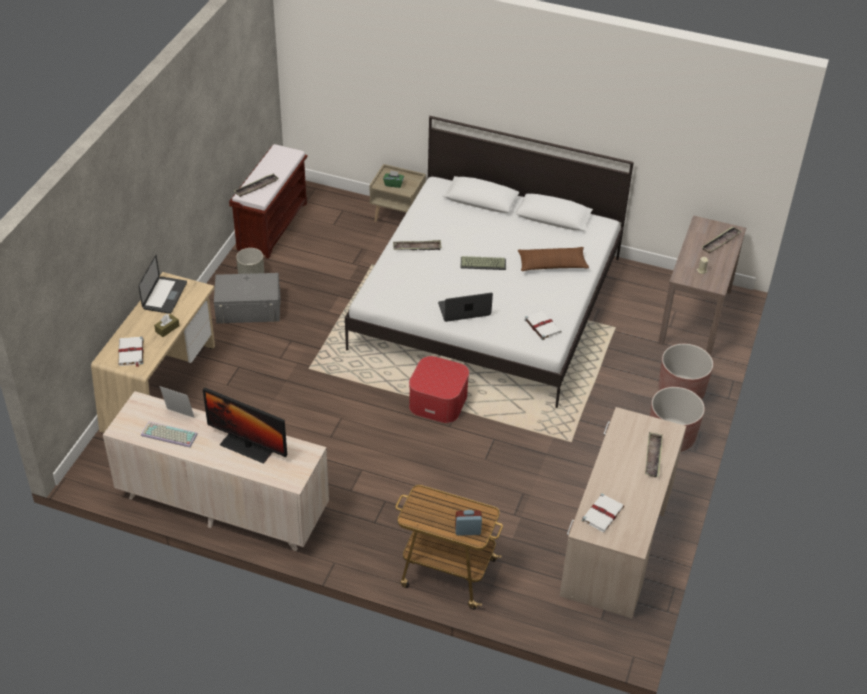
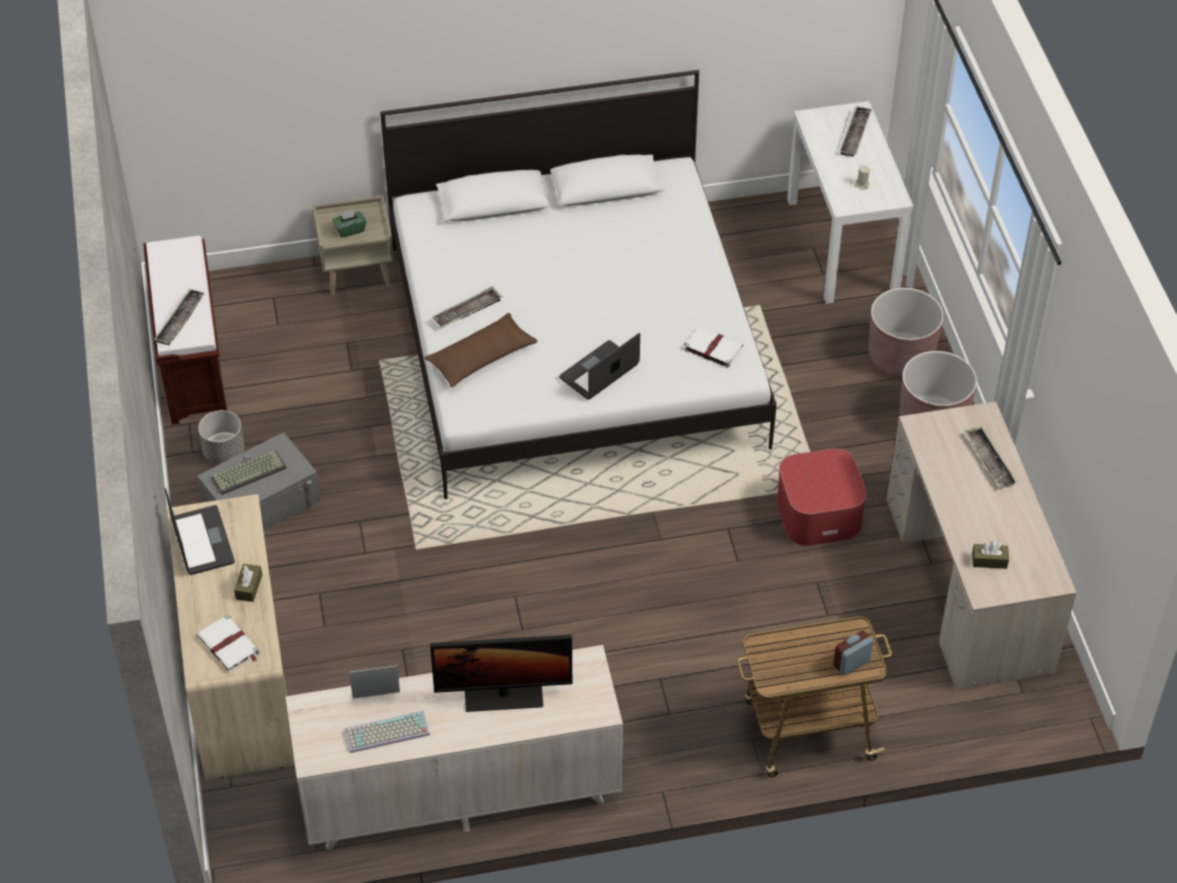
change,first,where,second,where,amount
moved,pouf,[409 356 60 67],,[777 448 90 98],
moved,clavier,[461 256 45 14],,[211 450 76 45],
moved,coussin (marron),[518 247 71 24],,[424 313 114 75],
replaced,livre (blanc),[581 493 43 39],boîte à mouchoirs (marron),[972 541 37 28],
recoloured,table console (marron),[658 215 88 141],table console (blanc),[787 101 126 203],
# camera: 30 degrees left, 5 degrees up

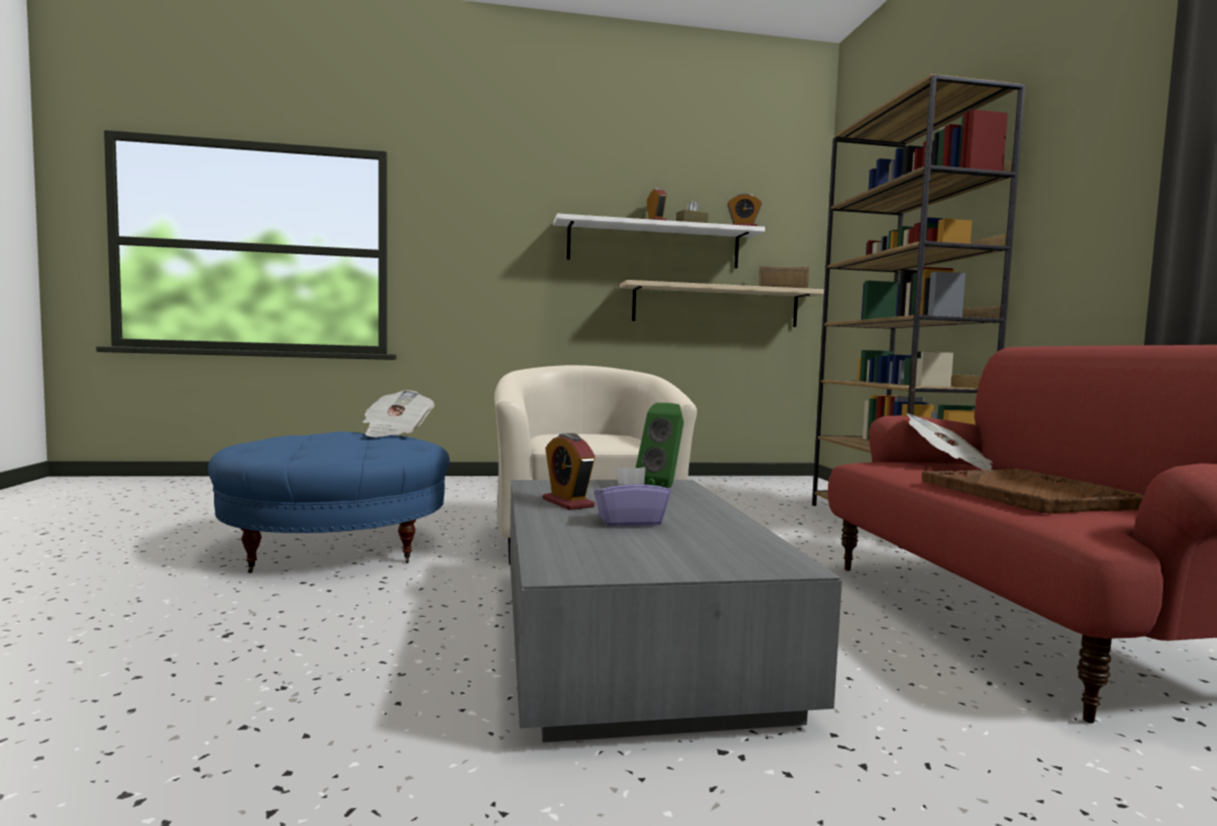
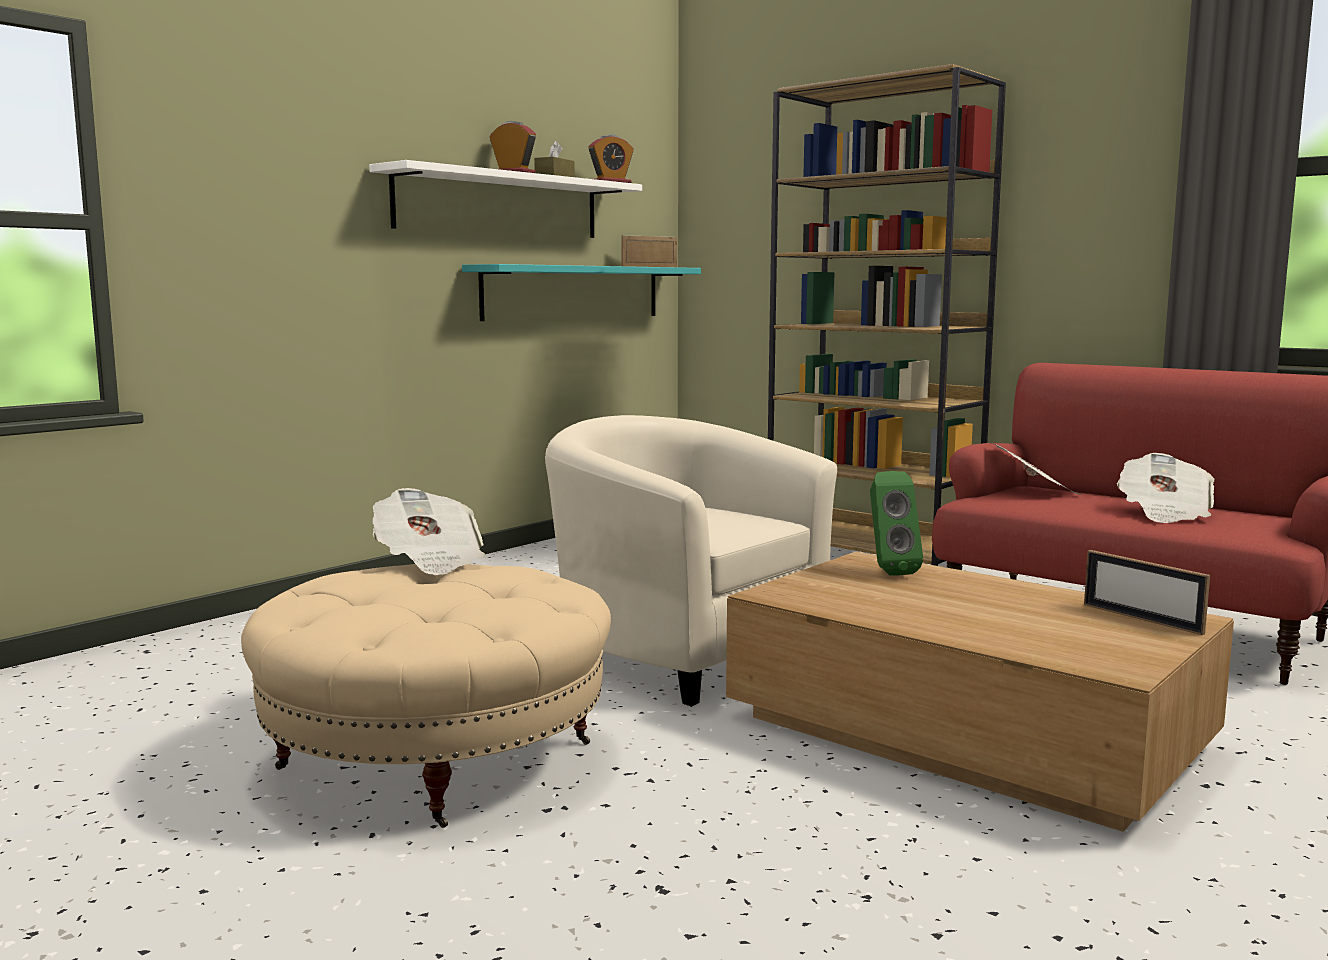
change,first,where,second,where,amount
removed,réveil,[543 433 52 77],,,
removed,boîte à mouchoirs (violet),[594 467 76 60],,,
added,,,cadre photo,[1084 550 126 85],
replaced,plateau (marron),[922 468 223 45],journal,[1117 453 97 70],
recoloured,pouf (bleu),[208 431 242 142],pouf (beige),[241 564 370 264],
recoloured,table basse (gris),[510 480 332 262],table basse (marron),[726 552 508 280],
recoloured,étagère (beige),[620 280 204 47],étagère (turquoise),[462 264 239 57],
# camera: 40 degrees left, 5 degrees up

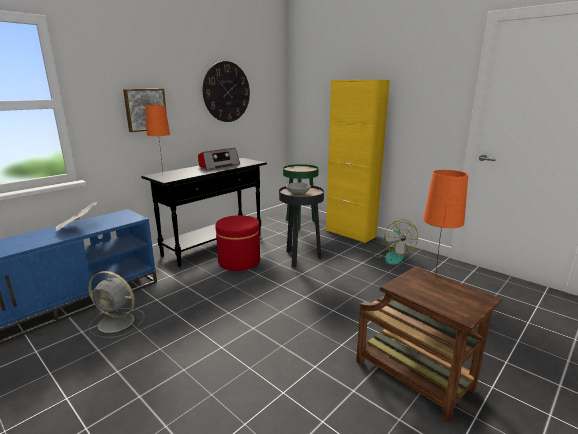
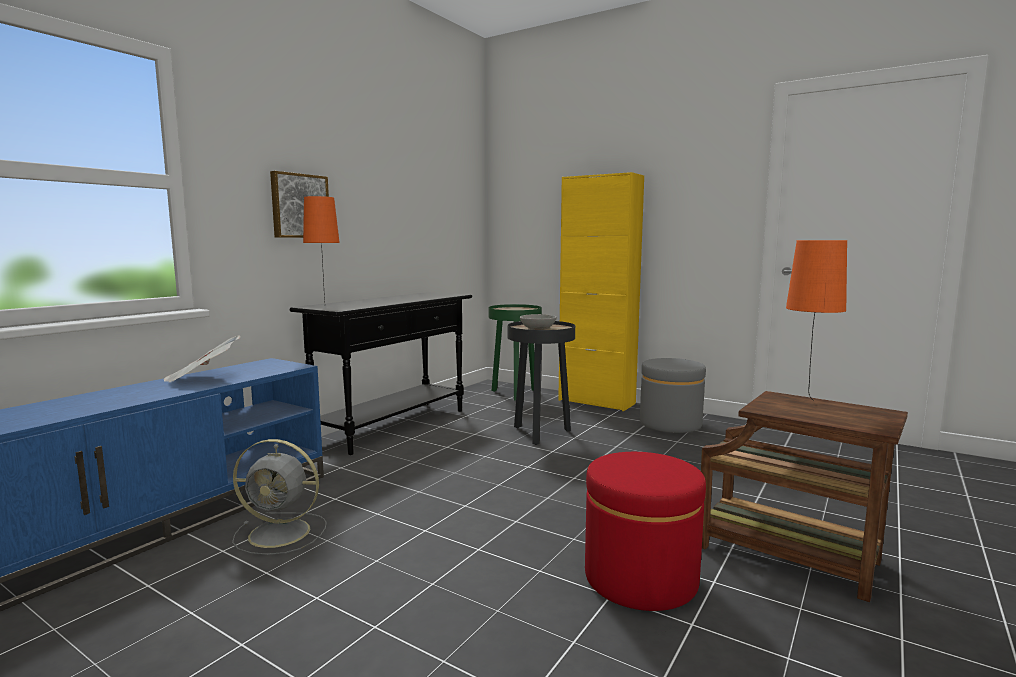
change,first,where,second,where,amount
removed,radio,[198 148 42 21],,,
removed,horloge murale,[203 61 47 61],,,
moved,pouf (rouge),[215 215 45 56],,[585 452 121 159],
replaced,ventilateur,[370 220 48 45],pouf (gris),[640 358 66 75],
# camera: 10 degrees left, 10 degrees down

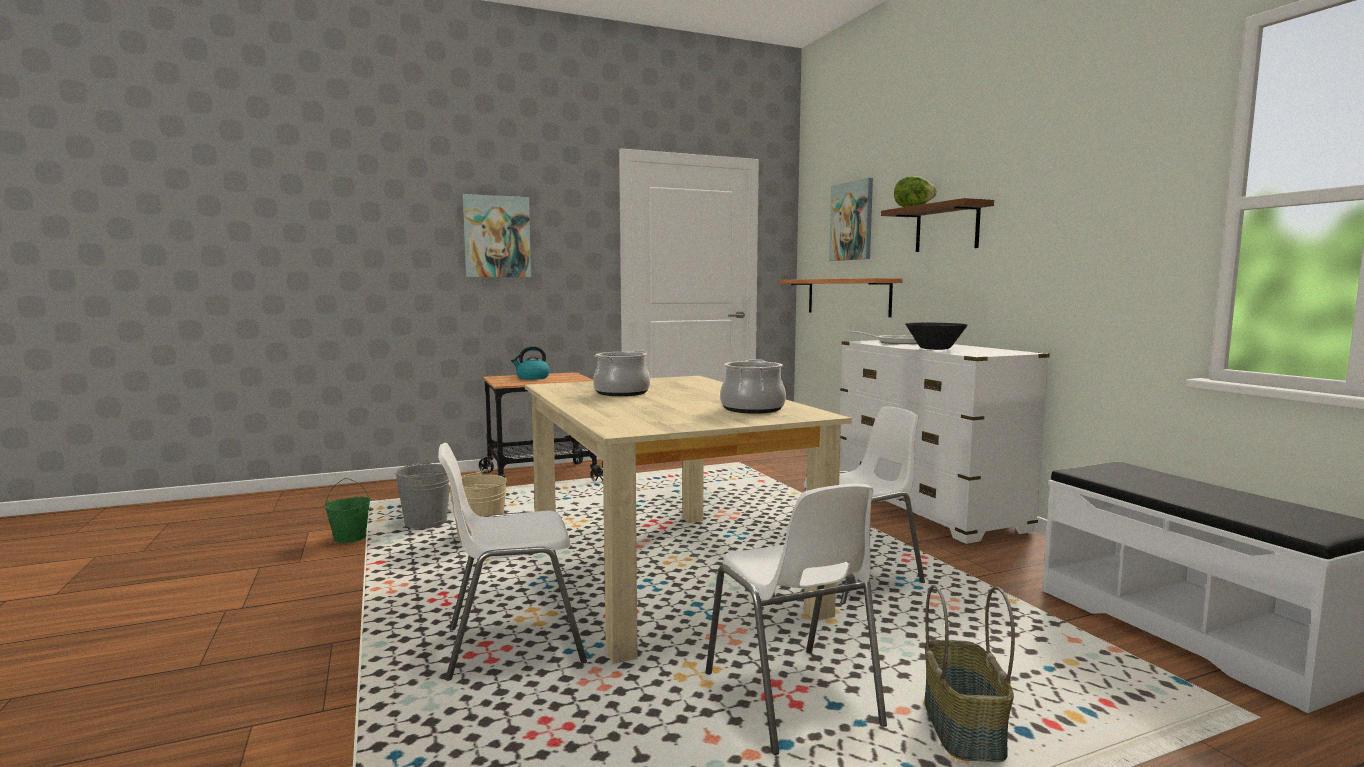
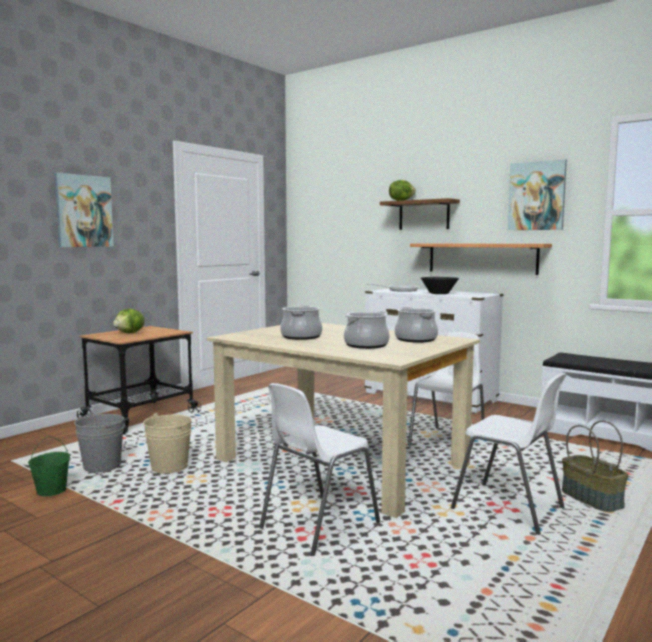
change,first,where,second,where,amount
added,,,marmite,[344 311 45 38],
moved,étagère,[780 278 122 39],,[410 243 142 32],
moved,tableau,[829 178 44 83],,[508 159 59 71],
replaced,bouilloire,[511 346 39 34],laitue,[113 309 32 24],
# camera: 30 degrees left, 0 degrees up

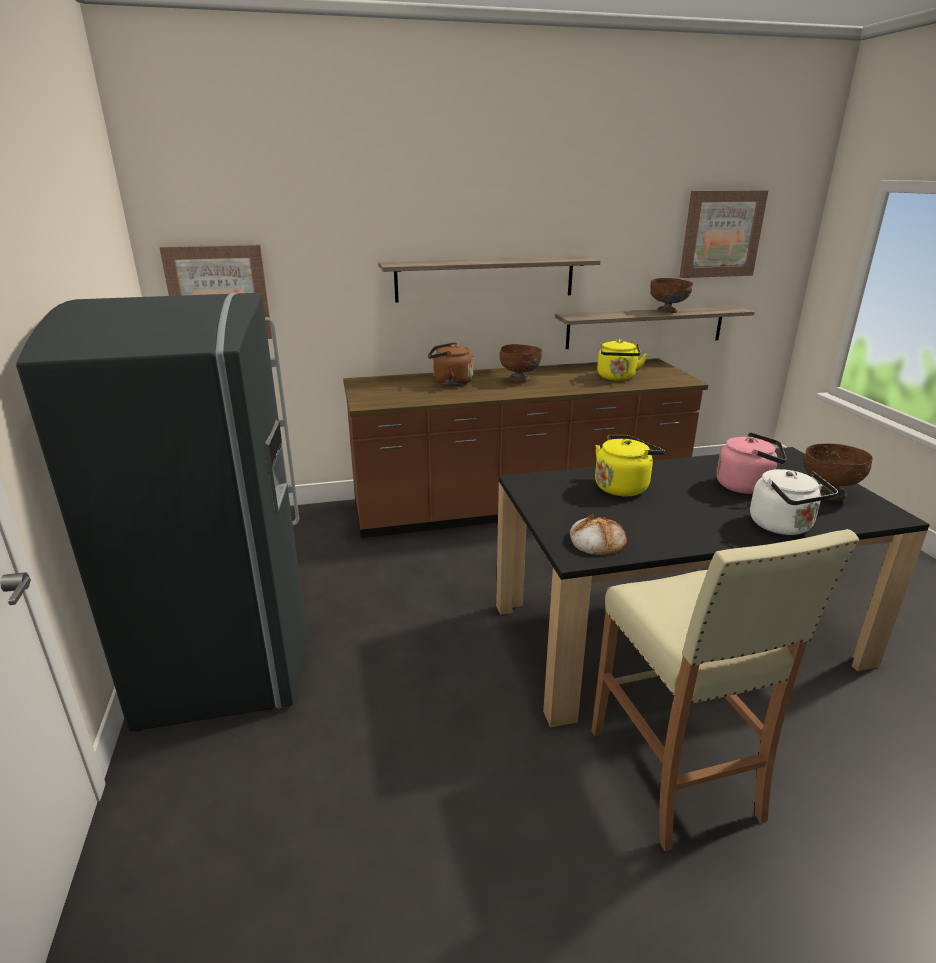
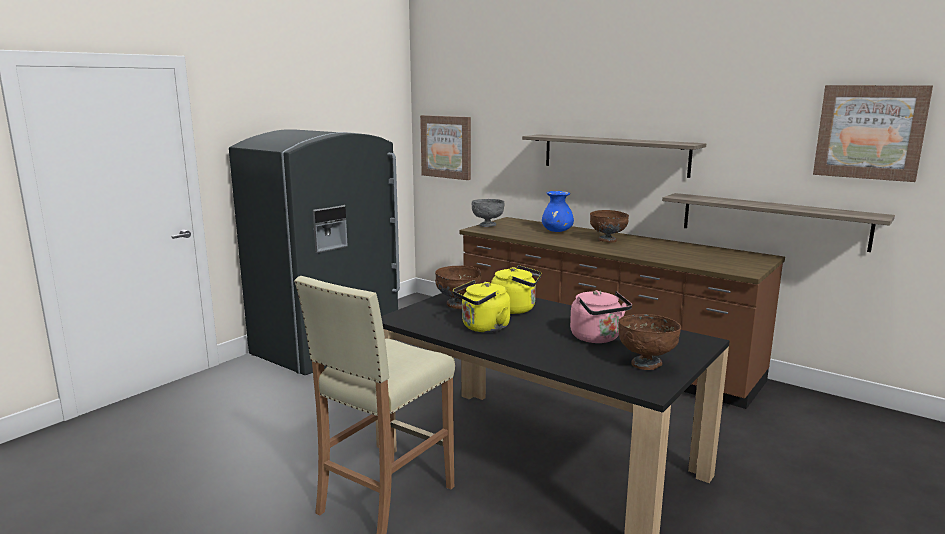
change,first,where,second,where,amount
removed,pain,[570 513 57 42],,,
removed,bouilloire (blanc),[750 469 88 66],,,
added,,,bol (gris),[471 199 34 28],
moved,bouilloire (jaune),[597 339 50 42],,[453 280 57 53],
moved,bol (marron),[650 278 43 35],,[435 266 46 43],
replaced,bouilloire (marron),[428 342 45 44],vase (bleu),[542 191 32 41],
# camera: 50 degrees right, 10 degrees down

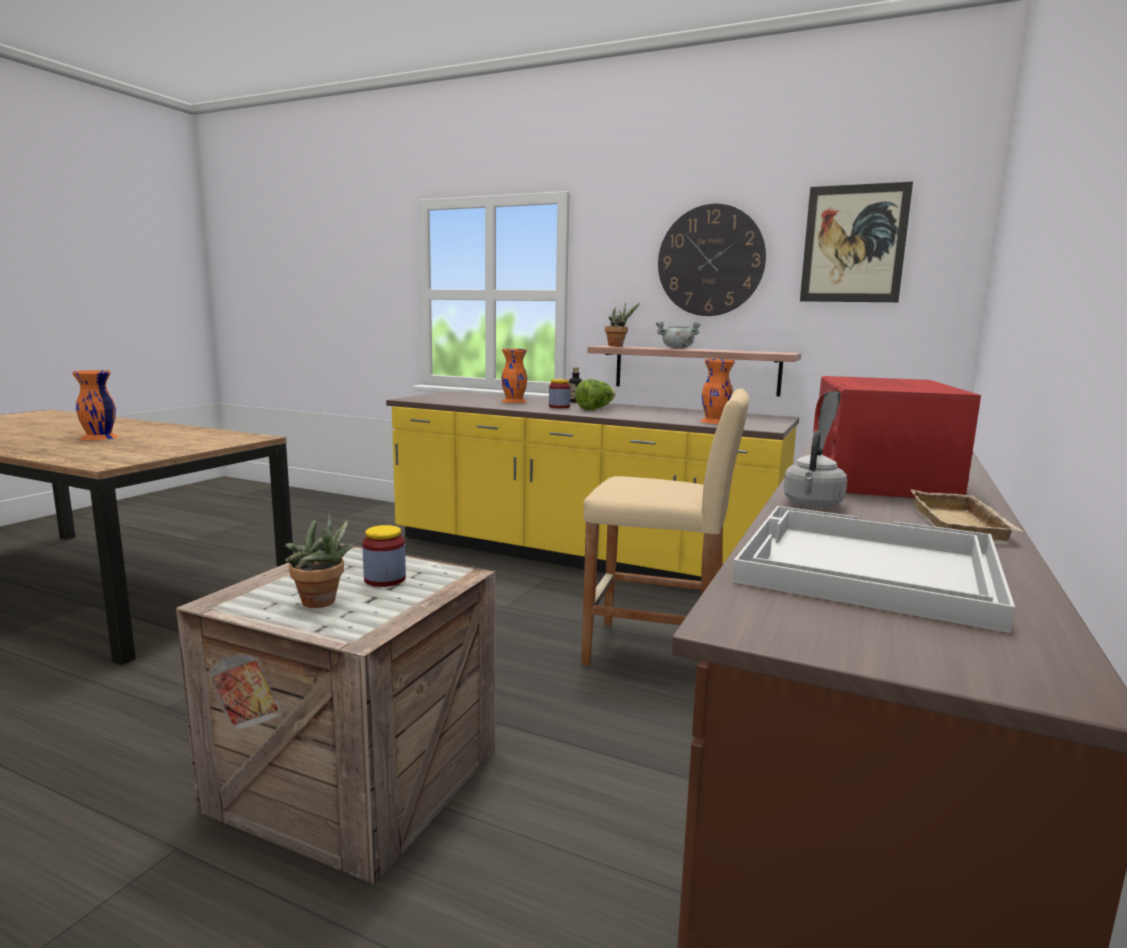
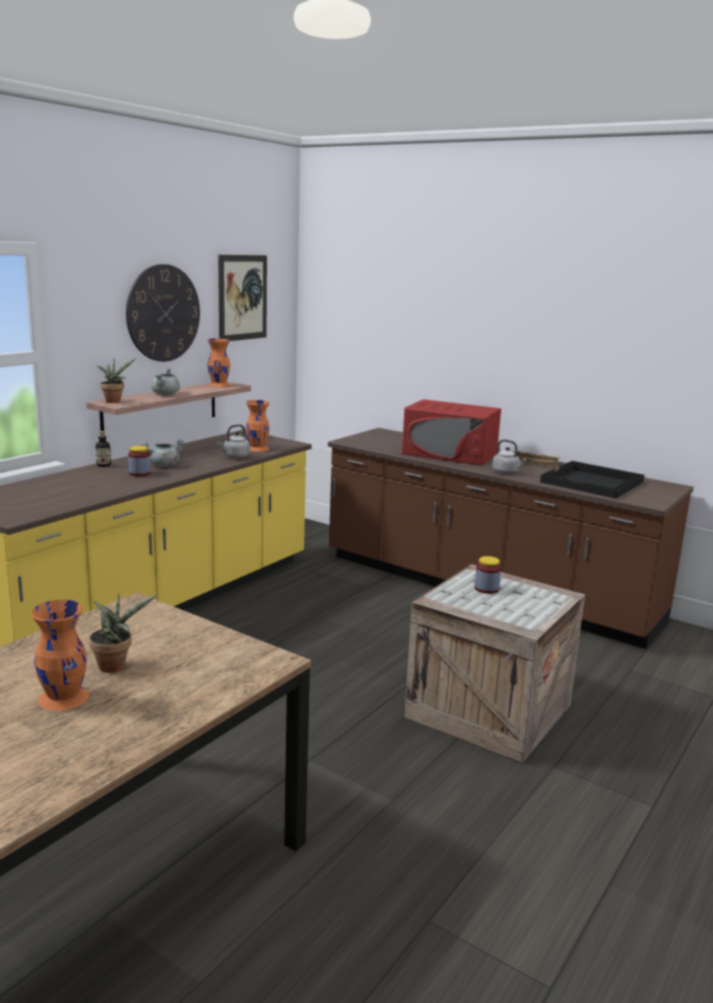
change,first,where,second,where,amount
removed,tabouret (beige),[581 389 168 277],,,
added,,,bouilloire (gris),[217 424 33 34],
moved,plante en pot,[285 513 70 95],,[89 593 68 80],
moved,vase (orange),[501 349 26 54],,[207 338 23 49],
replaced,laitue,[575 379 40 31],marmite (gris),[141 439 43 28],
recoloured,plateau (blanc),[732 506 283 127],plateau (noir),[540 461 105 38],
# camera: 80 degrees left, 5 degrees up

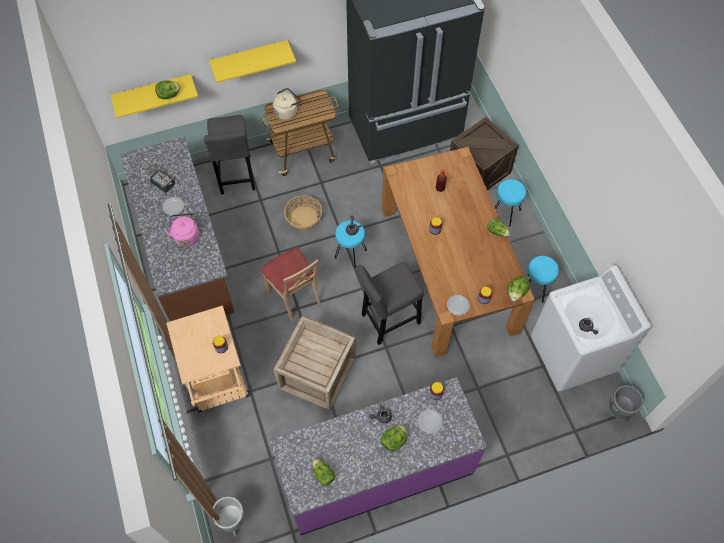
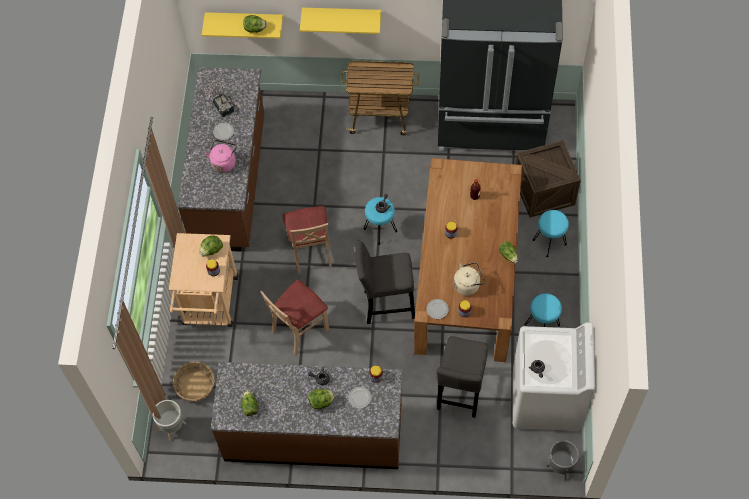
change,first,where,second,where,amount
moved,tabouret (gris),[204 115 51 80],,[436 336 52 82],
moved,bouilloire (beige),[273 88 28 32],,[454 262 31 34],
moved,panier,[284 195 38 35],,[173 362 42 40],
moved,laitue,[508 277 22 25],,[200 236 23 20],
replaced,caisse,[273 315 83 96],chaise (beige),[260 280 69 75],
recoloured,comptoir de cuisine (violet),[270 377 217 158],comptoir de cuisine (marron),[211 362 191 107],
# camera: 25 degrees right, 0 degrees up

